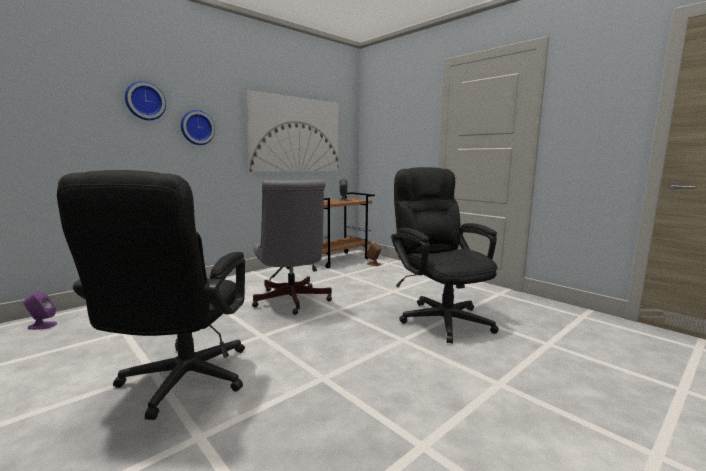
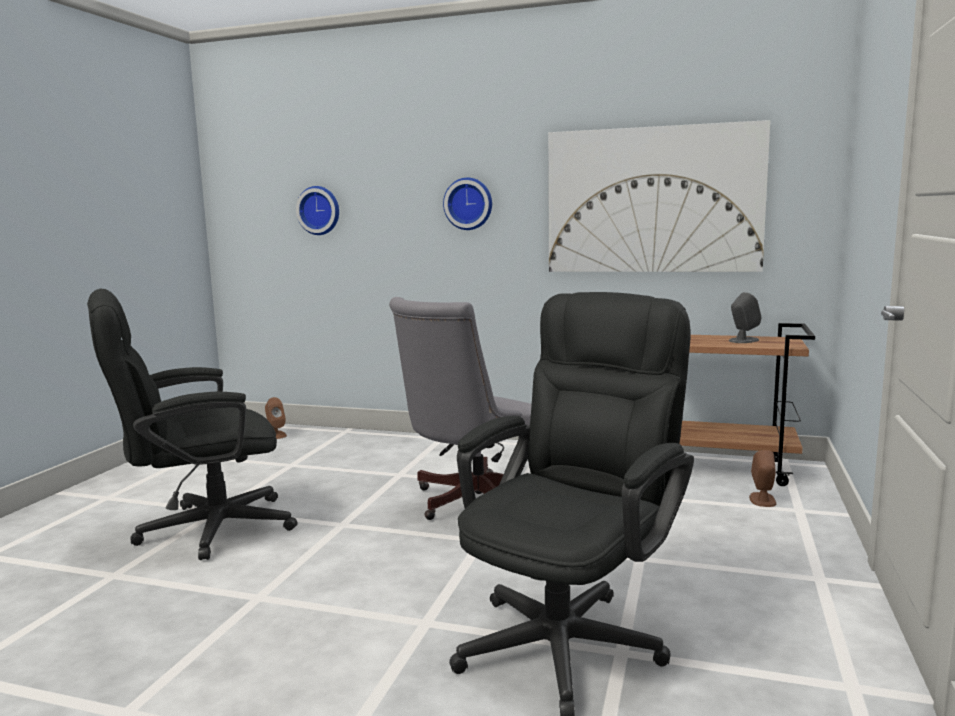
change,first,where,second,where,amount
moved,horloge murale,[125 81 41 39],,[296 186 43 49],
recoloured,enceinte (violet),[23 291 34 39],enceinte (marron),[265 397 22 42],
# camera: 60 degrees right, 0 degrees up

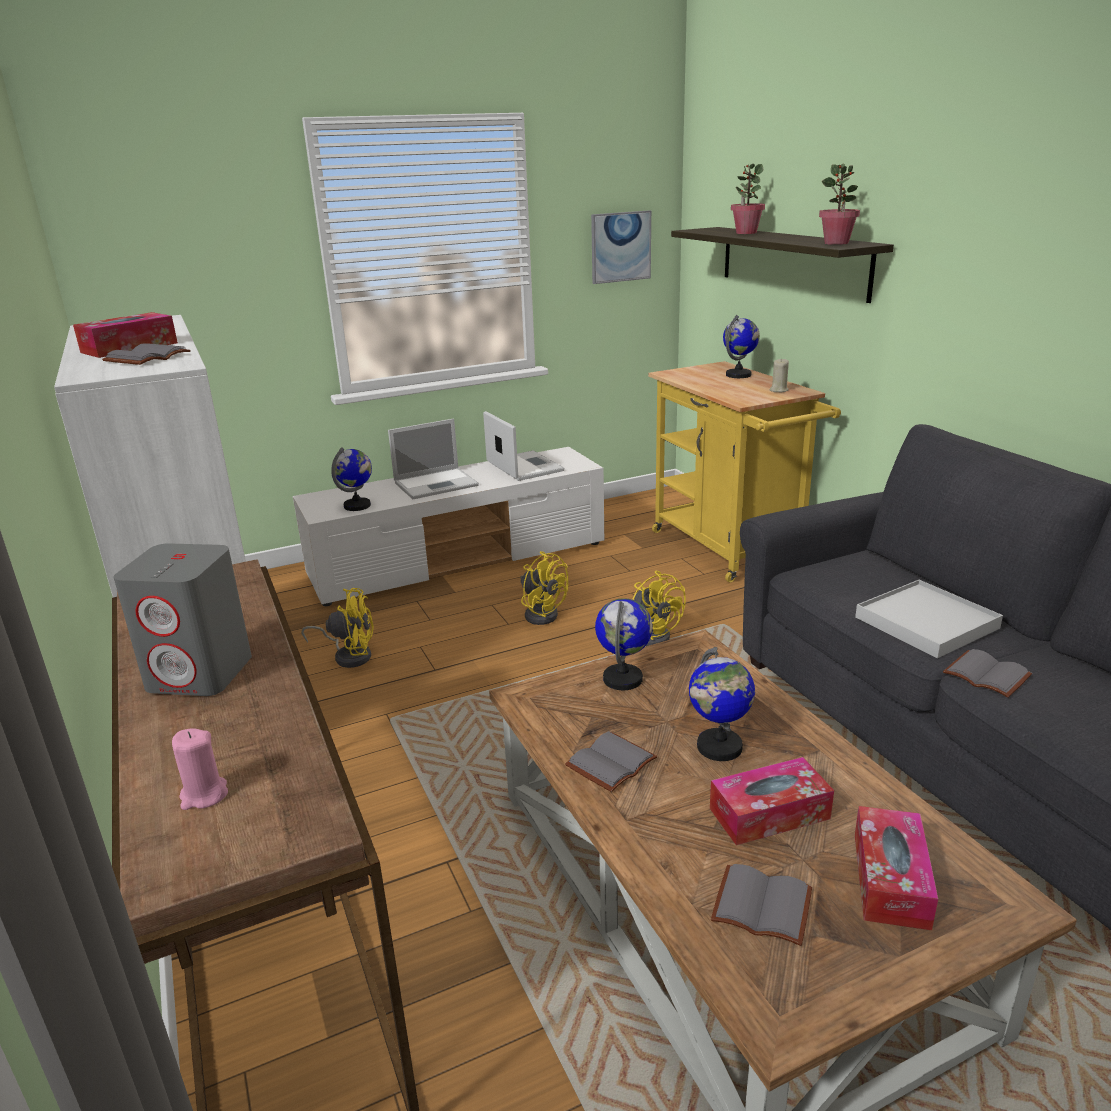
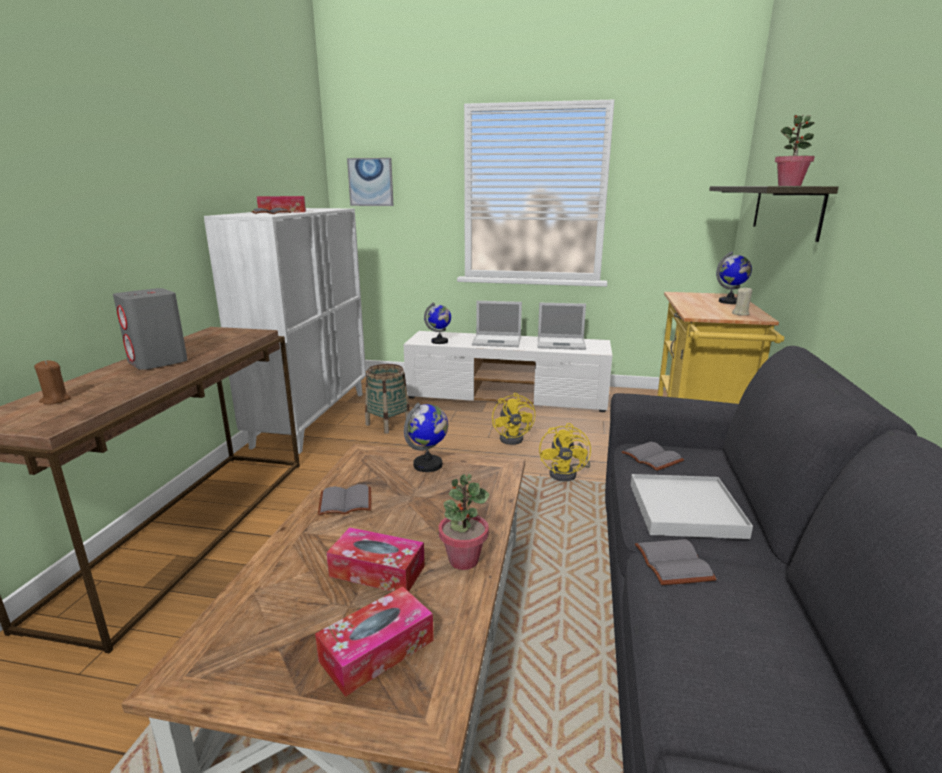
change,first,where,second,where,amount
removed,globe,[689 647 66 114],,,
moved,tableau,[591 210 60 74],,[347 158 47 48],
moved,livre (gris),[711 864 101 82],,[622 442 62 29],
moved,plante en pot,[731 164 34 70],,[439 474 50 96],
replaced,ventilateur (jaune),[301 588 73 80],panier,[365 364 45 70],
recoloured,bougie (rose),[172 728 56 82],bougie (marron),[34 360 37 44],
turned,ordinateur portable,[483 411 81 70],,[538 303 48 47],90 degrees clockwise
# camera: 35 degrees right, 5 degrees down

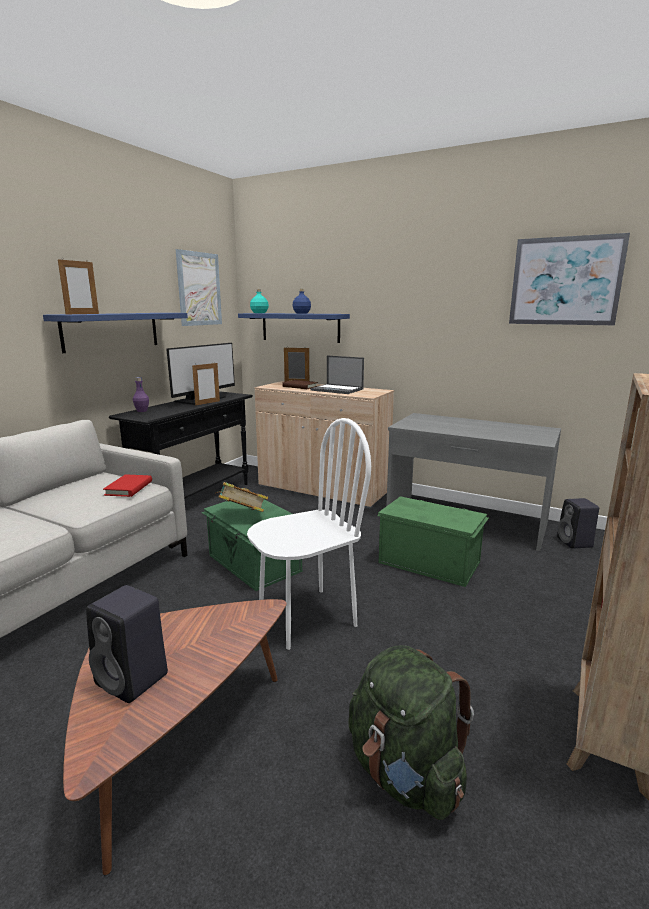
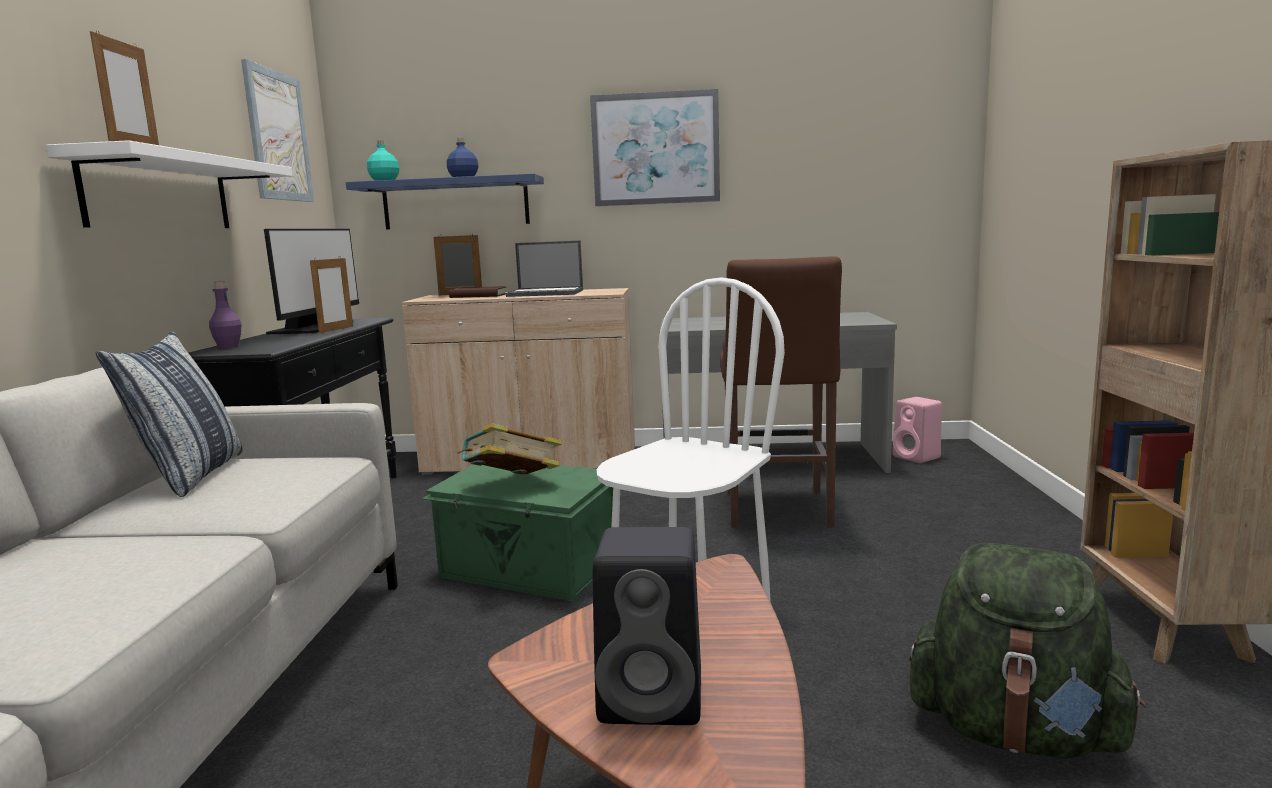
change,first,where,second,where,amount
removed,livre (rouge),[103 474 49 23],,,
added,,,coussin,[96 332 147 165],
moved,tableau,[509 233 121 92],,[590 89 130 118],
replaced,boîte de rangement (vert),[377 496 112 91],tabouret (marron),[720 256 122 272],
recoloured,étagère (bleu),[43 313 145 40],étagère (blanc),[46 140 246 88],
recoloured,enceinte (noir),[557 498 42 51],enceinte (rose),[892 397 50 66],
# camera: 25 degrees left, 5 degrees down

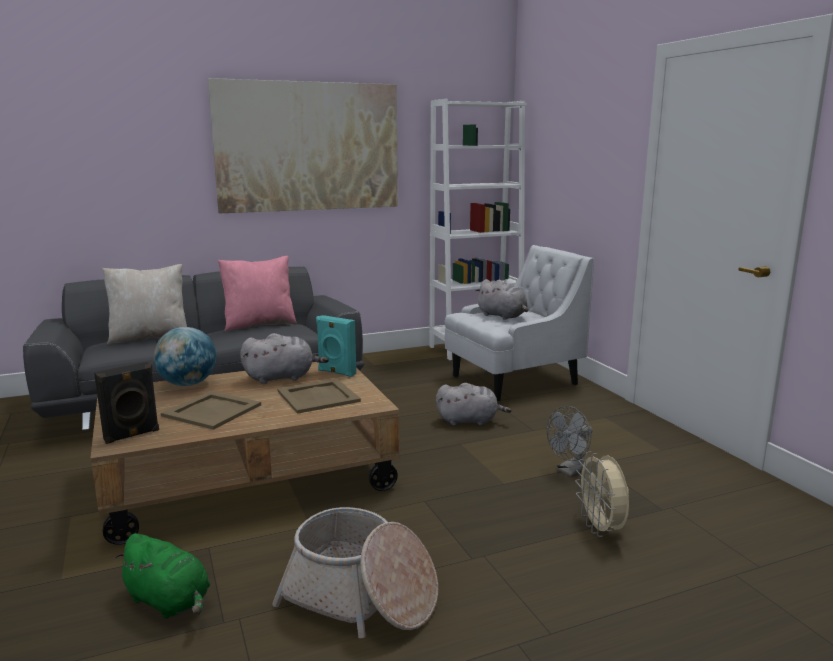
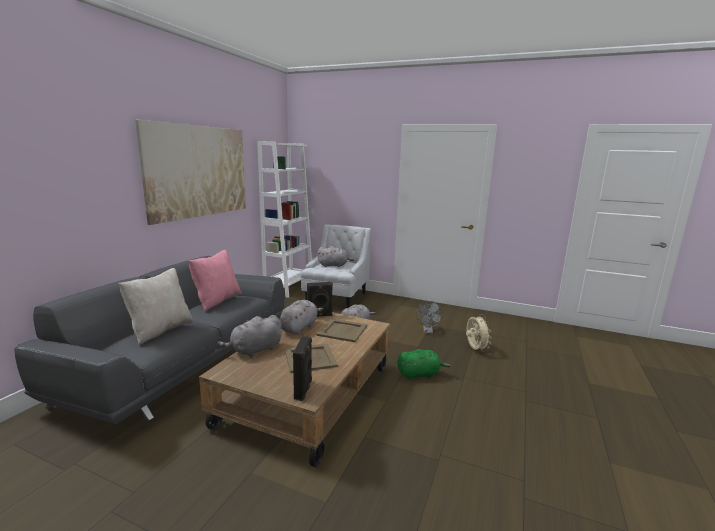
change,first,where,second,where,amount
removed,panier,[272 507 166 131],,,
moved,peluche (vert),[114 533 96 85],,[397 349 53 31],
replaced,globe,[154 327 62 59],peluche (gris),[218 315 64 43],
recoloured,enceinte (turquoise),[316 315 40 62],enceinte (noir),[307 282 26 35],
turned,ventilateur (beige),[575 451 54 86],,[466 314 25 38],135 degrees counterclockwise
# camera: 45 degrees left, 0 degrees up

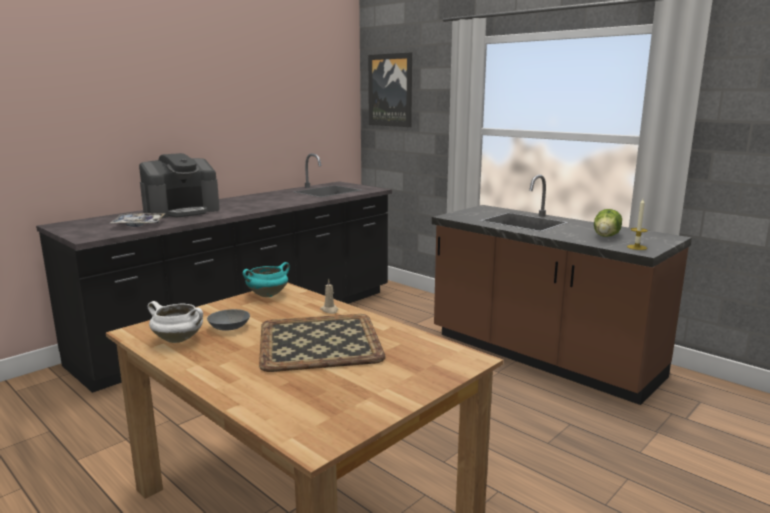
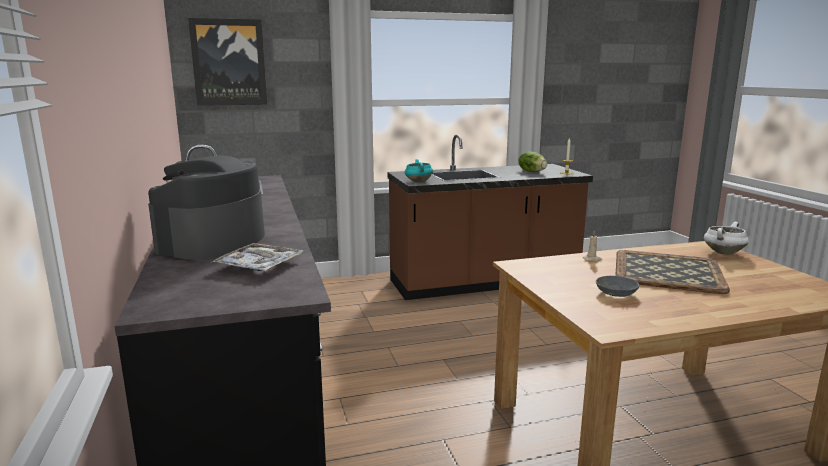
change,first,where,second,where,amount
moved,marmite (blanc),[148 301 55 42],,[704 222 45 33],
moved,marmite (turquoise),[243 262 47 35],,[405 159 28 24],
turned,machine à café,[139 153 81 65],,[148 155 117 105],150 degrees counterclockwise
# camera: 60 degrees left, 0 degrees up

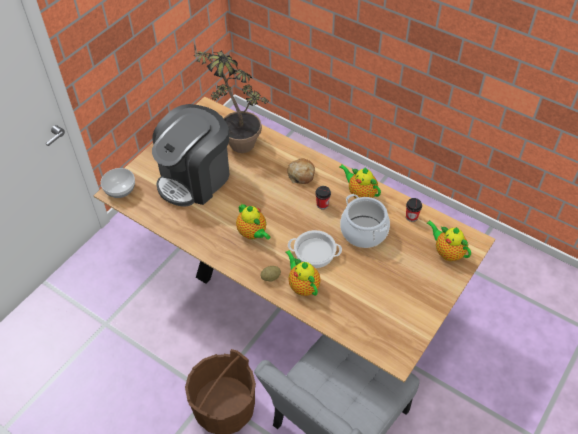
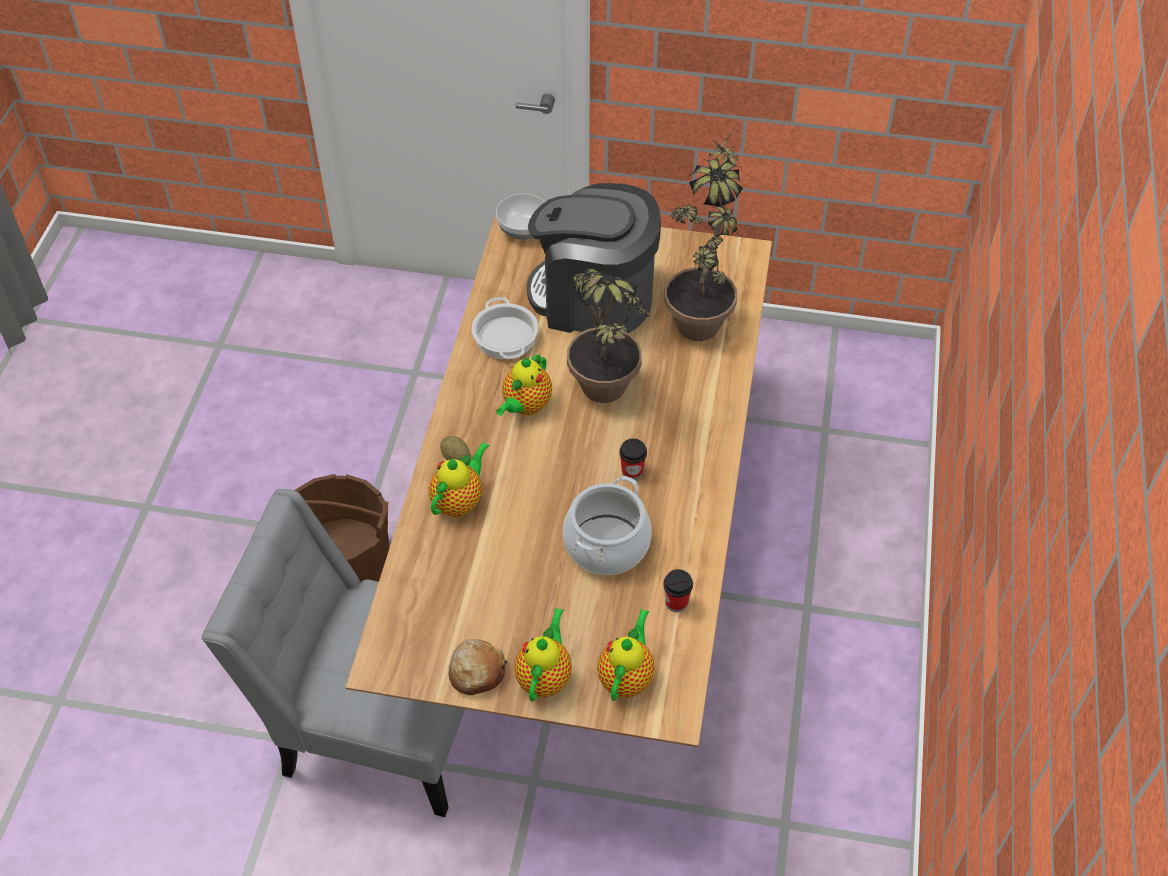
change,first,where,second,where,amount
added,,,plante en pot,[567 268 83 135],
moved,pain,[287 158 28 26],,[448 639 59 56],
moved,marmite,[288 230 54 38],,[472 297 66 62],
moved,théière,[340 164 41 34],,[514 608 58 94],
# camera: 65 degrees right, 0 degrees up

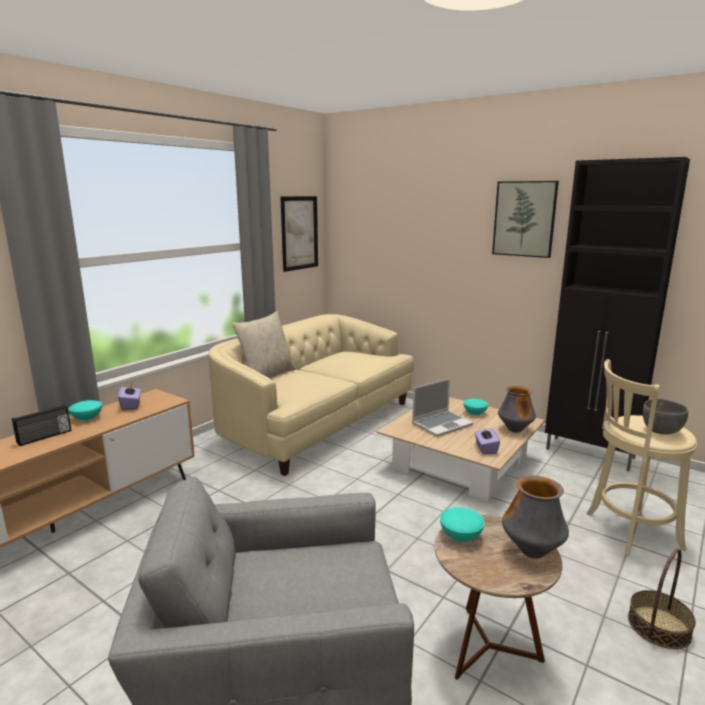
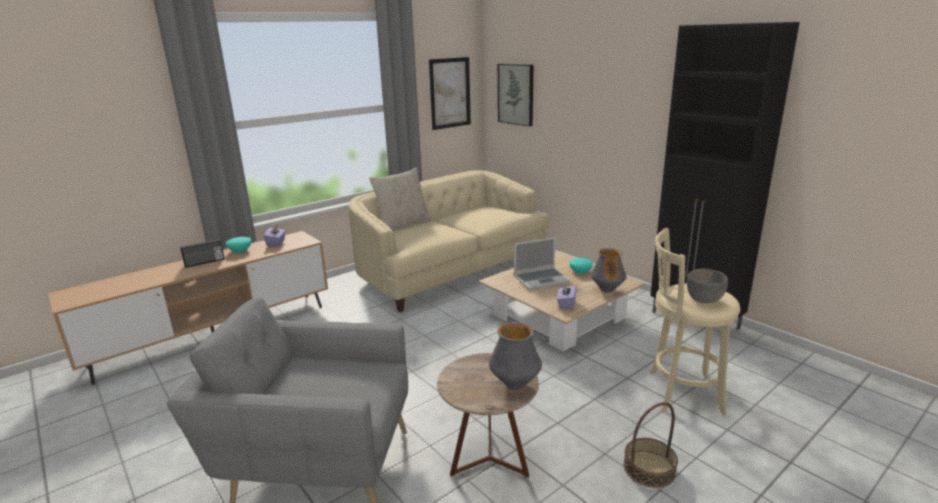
change,first,where,second,where,amount
removed,bol (turquoise),[440 507 44 35],,,
moved,tableau,[492 181 67 77],,[498 64 36 62],
# camera: 15 degrees right, 5 degrees up

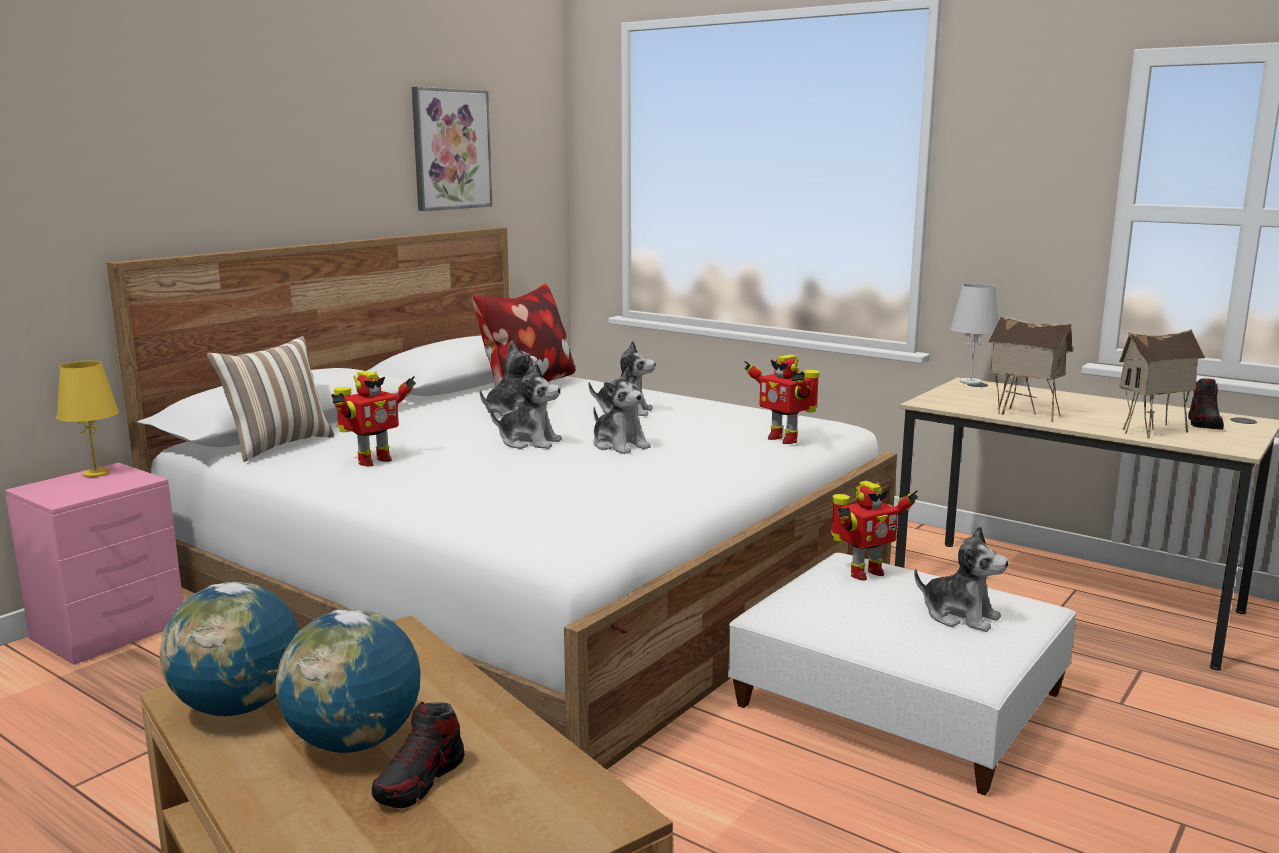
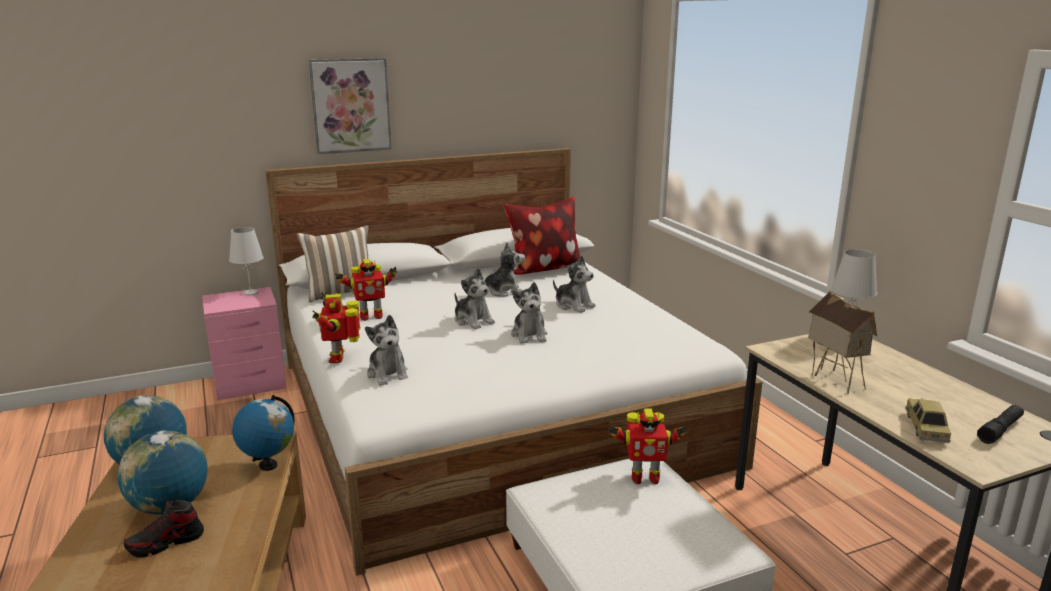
change,first,where,second,where,amount
added,,,globe,[232 395 63 76],
moved,tableau,[412 87 80 124],,[309 58 82 96],
moved,robot jouet,[744 354 75 90],,[312 292 49 71],
moved,peluche,[914 526 94 106],,[365 315 43 71],
replaced,maison miniature,[1119 329 86 109],petite voiture,[906 398 45 45],
replaced,chaussure,[1188 378 36 52],lampe de poche (noir),[977 405 47 39],
recoloured,lampe de table (jaune),[56 361 63 117],lampe de table (blanc),[229 227 35 68],
# camera: 30 degrees right, 5 degrees up

